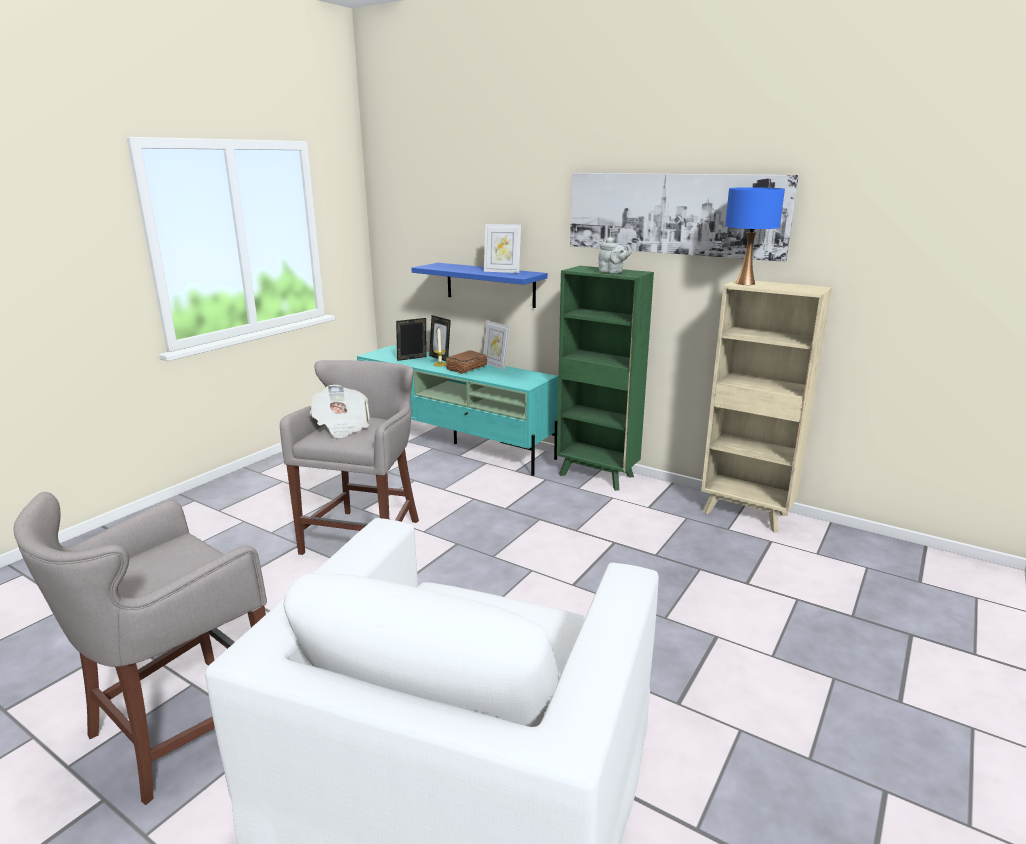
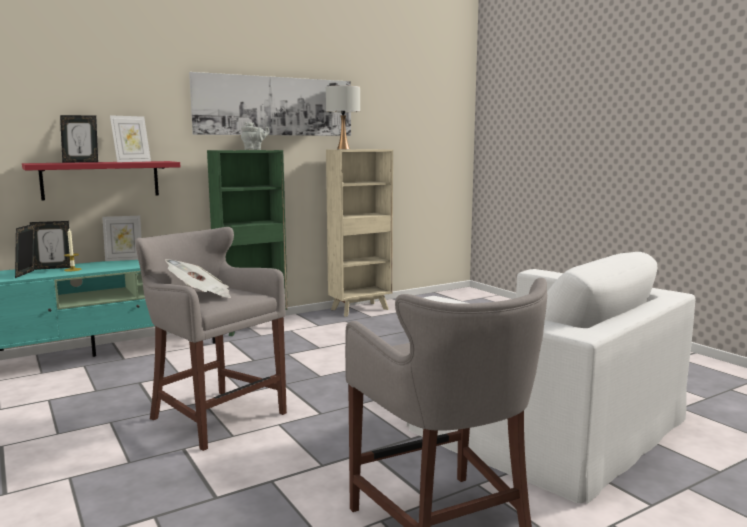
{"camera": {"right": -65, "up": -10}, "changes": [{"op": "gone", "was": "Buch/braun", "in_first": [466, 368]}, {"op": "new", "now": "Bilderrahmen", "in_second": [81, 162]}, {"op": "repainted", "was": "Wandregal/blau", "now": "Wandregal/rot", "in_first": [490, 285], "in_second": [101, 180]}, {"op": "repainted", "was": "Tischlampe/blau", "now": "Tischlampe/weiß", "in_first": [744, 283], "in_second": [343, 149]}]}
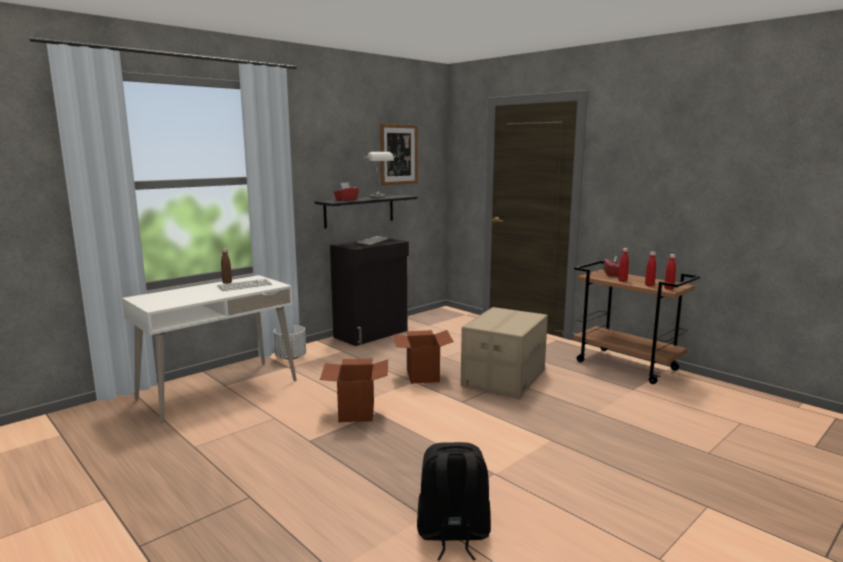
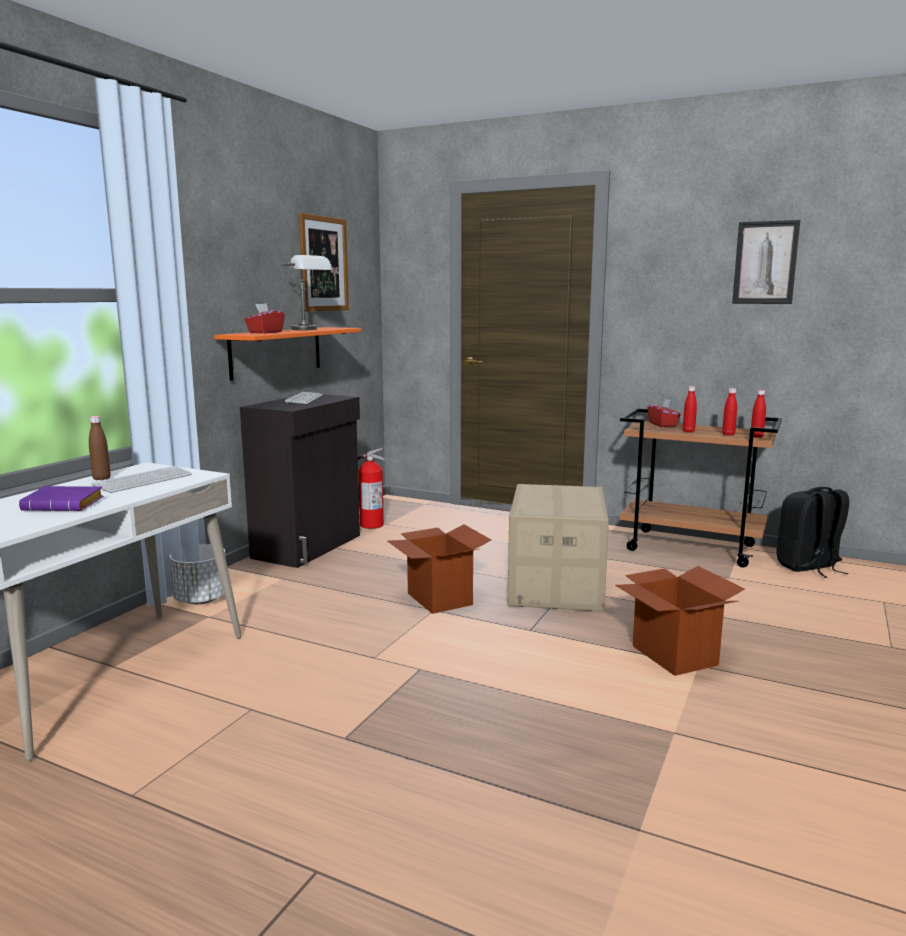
{"camera": {"right": -20, "up": 0}, "changes": [{"op": "new", "now": "Buch/lila", "in_second": [66, 505]}, {"op": "new", "now": "Feuerlöscher", "in_second": [371, 525]}, {"op": "new", "now": "Bild", "in_second": [765, 263]}, {"op": "shifted", "was": "Karton", "in_first": [356, 412], "in_second": [673, 655]}, {"op": "shifted", "was": "Rucksack/schwarz", "in_first": [452, 535], "in_second": [809, 567]}, {"op": "repainted", "was": "Wandregal/schwarz", "now": "Wandregal/orange", "in_first": [359, 211], "in_second": [276, 352]}]}
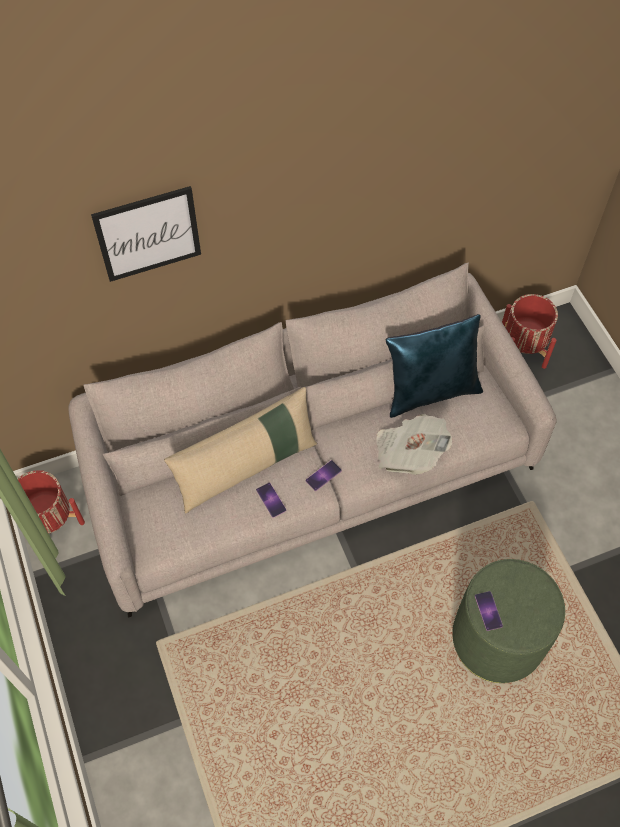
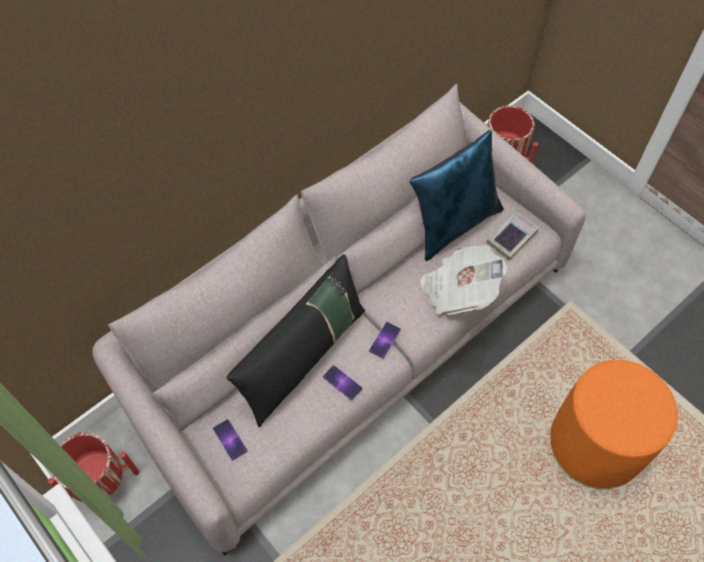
{"camera": {"right": -20, "up": 0}, "changes": [{"op": "gone", "was": "Bild", "in_first": [148, 234]}, {"op": "new", "now": "Buch", "in_second": [511, 237]}, {"op": "shifted", "was": "Handy", "in_first": [488, 611], "in_second": [230, 439]}, {"op": "repainted", "was": "Kissen/beige", "now": "Kissen/schwarz", "in_first": [247, 467], "in_second": [304, 357]}, {"op": "repainted", "was": "Polsterhocker/grün", "now": "Polsterhocker/orange", "in_first": [497, 639], "in_second": [594, 444]}]}
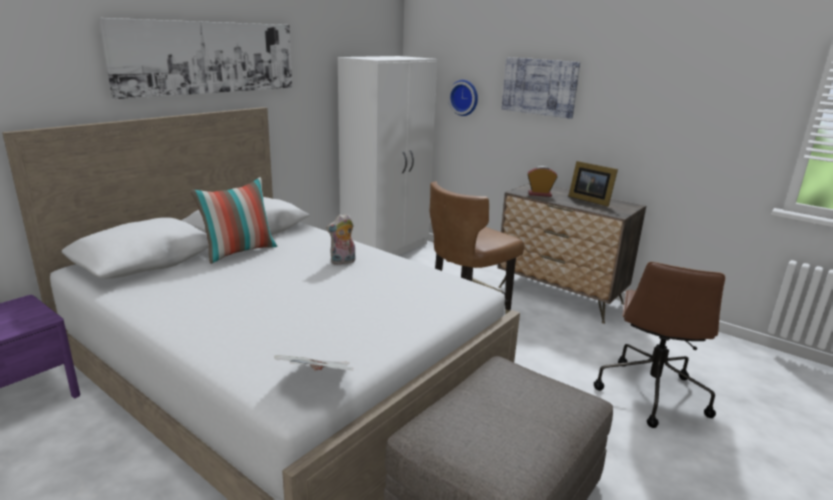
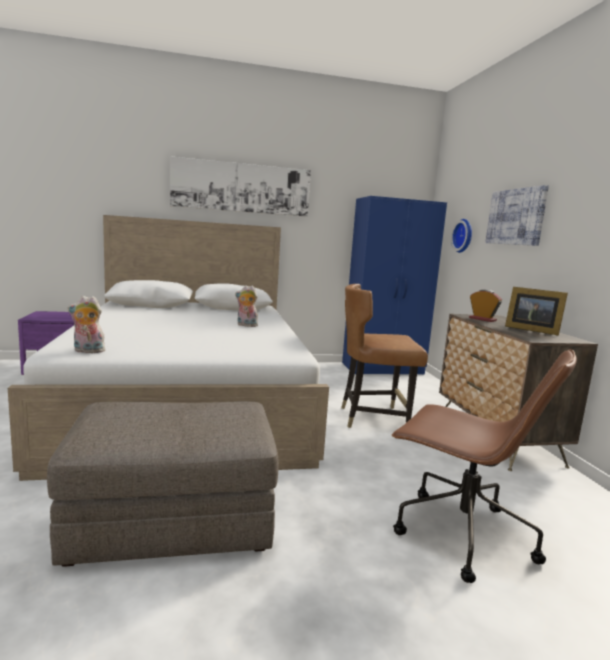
{"camera": {"right": 40, "up": -10}, "changes": [{"op": "gone", "was": "Kissen", "in_first": [239, 252]}, {"op": "swapped", "was": "Zeitung", "now": "Plüschtier", "in_first": [319, 380], "in_second": [87, 351]}, {"op": "repainted", "was": "Kleiderschrank/weiß", "now": "Kleiderschrank/blau", "in_first": [386, 249], "in_second": [383, 368]}, {"op": "rotated", "was": "Bilderrahmen", "in_first": [589, 200], "in_second": [530, 329], "clockwise": -45}, {"op": "rotated", "was": "Bürostuhl/braun", "in_first": [650, 392], "in_second": [460, 534], "clockwise": -120}]}
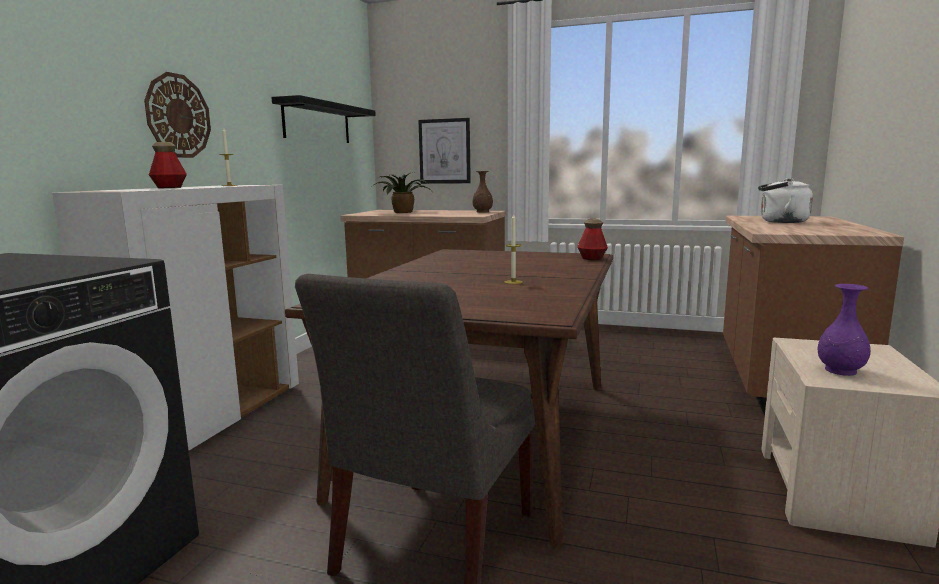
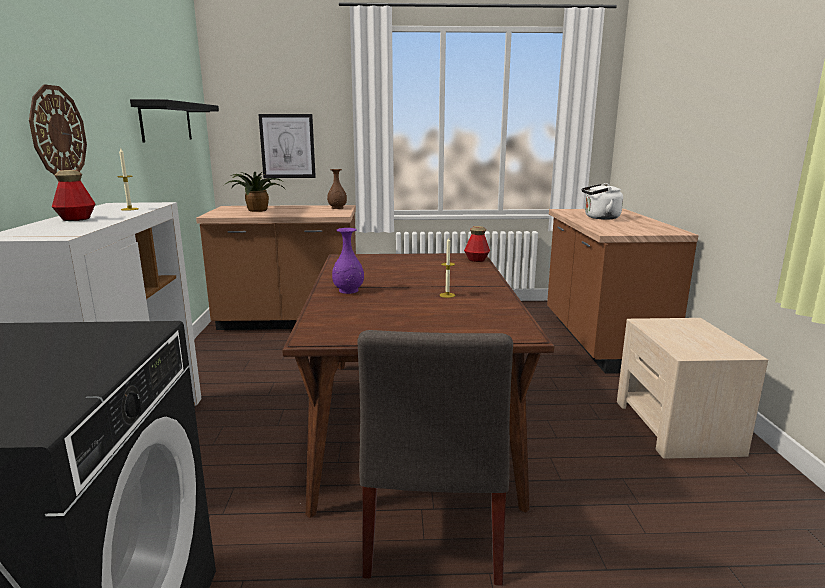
{"camera": {"right": -20, "up": 5}, "changes": [{"op": "shifted", "was": "Vase/lila", "in_first": [839, 370], "in_second": [348, 290]}]}
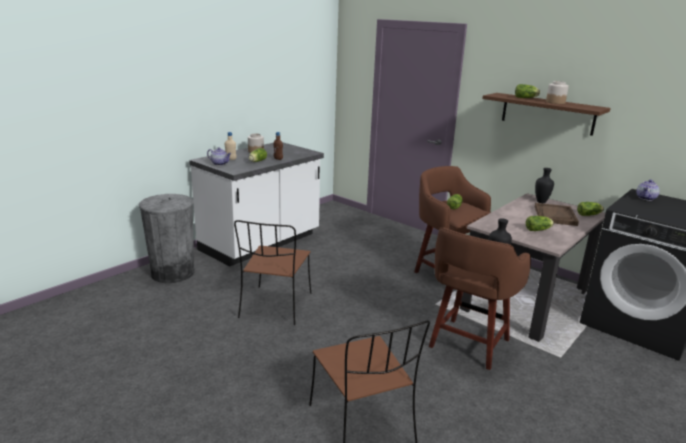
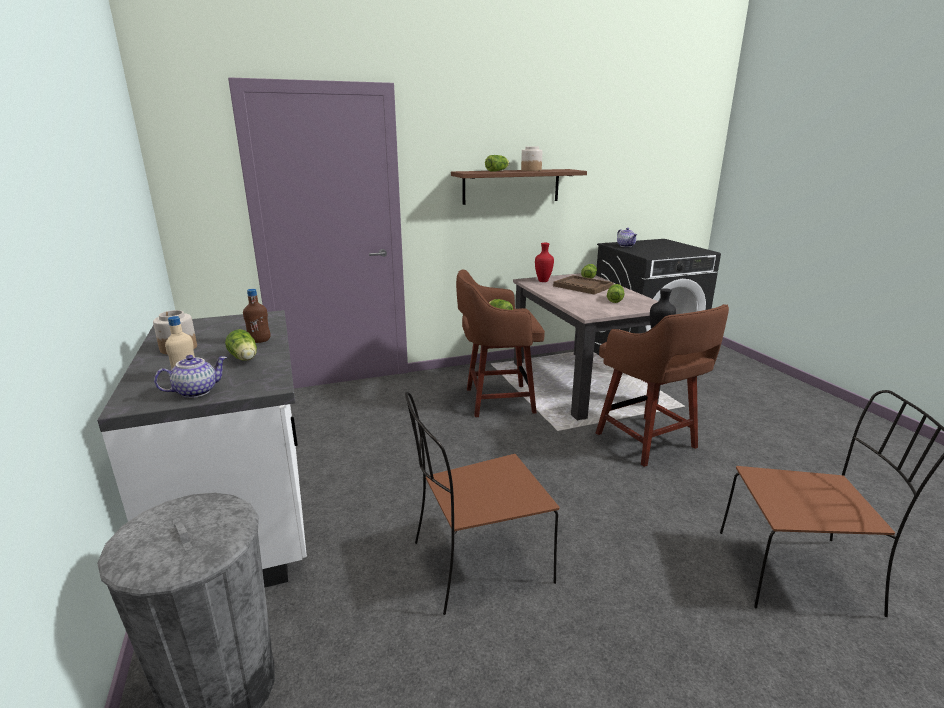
{"camera": {"right": -60, "up": 0}, "changes": [{"op": "repainted", "was": "Vase/schwarz", "now": "Vase/rot", "in_first": [540, 202], "in_second": [542, 281]}, {"op": "rotated", "was": "Stuhl/braun", "in_first": [275, 306], "in_second": [478, 563], "clockwise": 120}]}
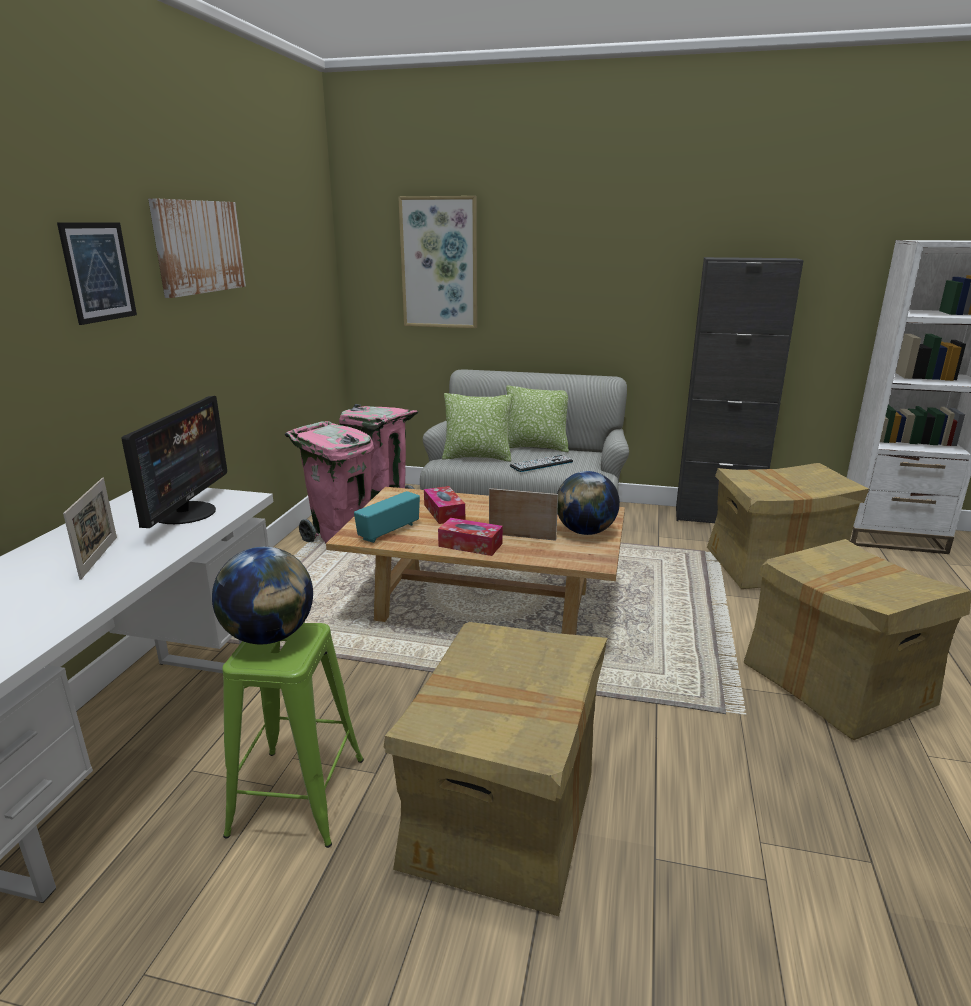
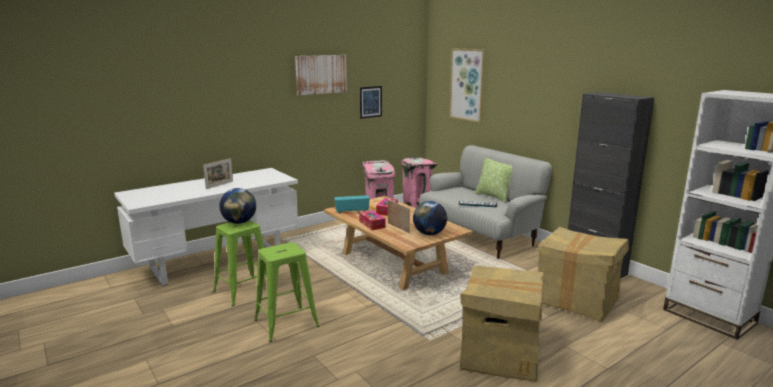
{"camera": {"right": 40, "up": -5}, "changes": [{"op": "gone", "was": "Monitor", "in_first": [186, 512]}, {"op": "gone", "was": "Kissen", "in_first": [477, 457]}, {"op": "shifted", "was": "Bild", "in_first": [98, 272], "in_second": [370, 102]}, {"op": "swapped", "was": "Karton", "now": "Hocker/grün", "in_first": [502, 821], "in_second": [286, 323]}]}
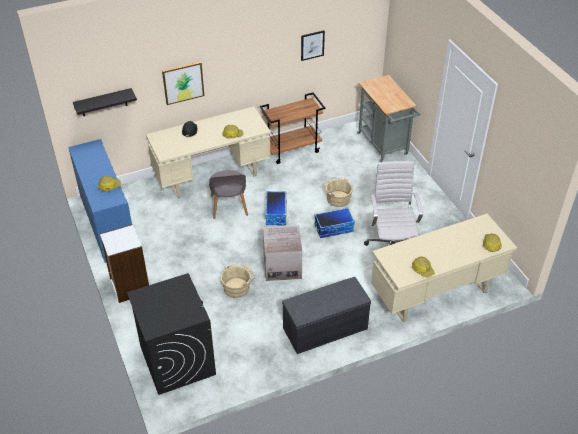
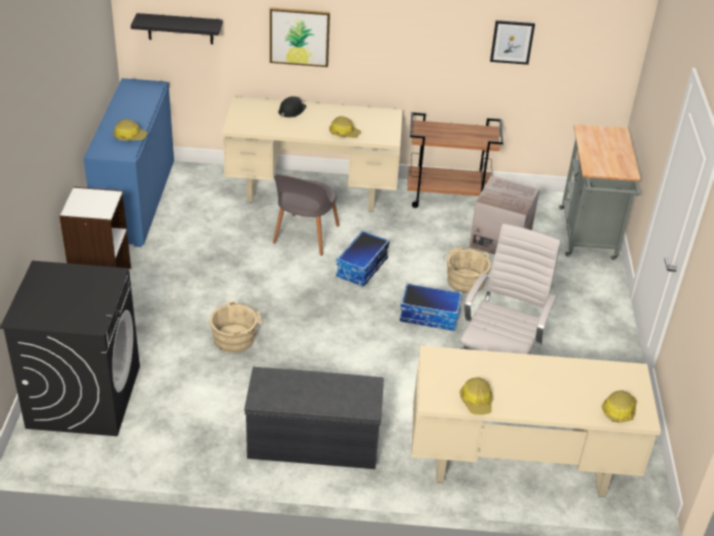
{"camera": {"right": 25, "up": -5}, "changes": [{"op": "shifted", "was": "Karton", "in_first": [282, 266], "in_second": [500, 240]}]}
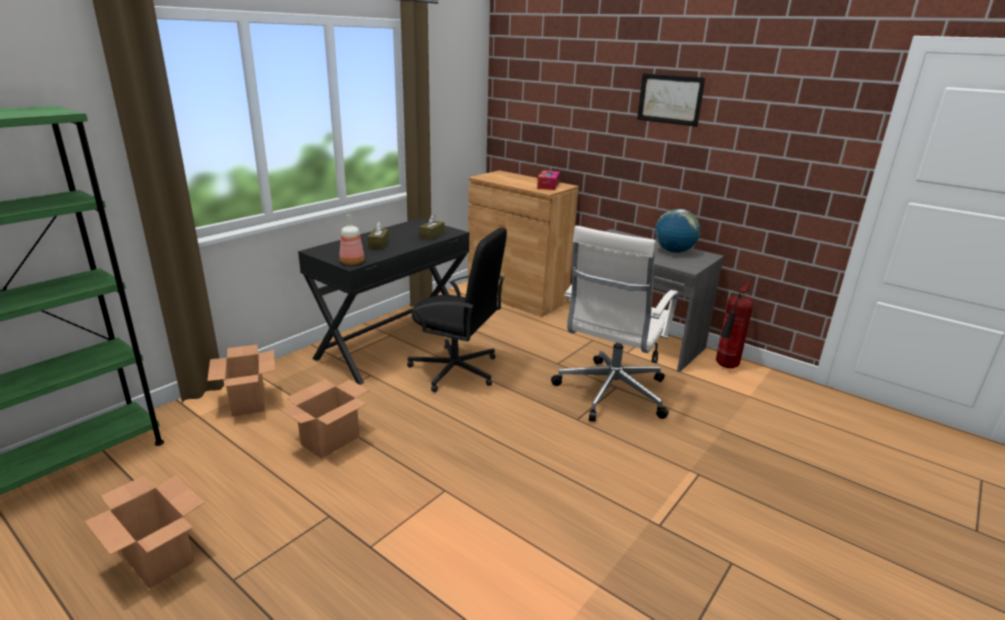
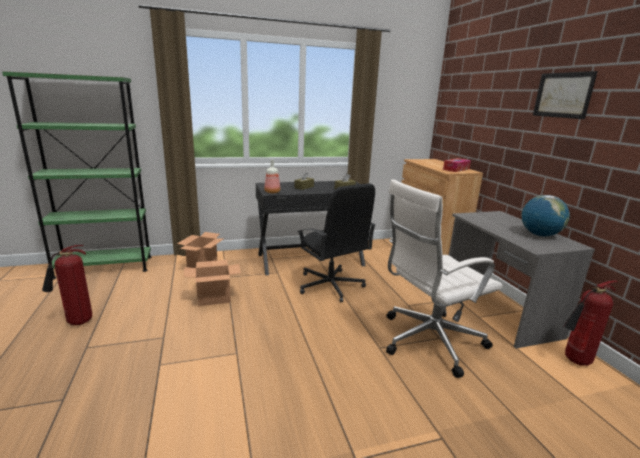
{"camera": {"right": 35, "up": -5}, "changes": [{"op": "swapped", "was": "Karton", "now": "Feuerlöscher", "in_first": [159, 559], "in_second": [76, 322]}]}
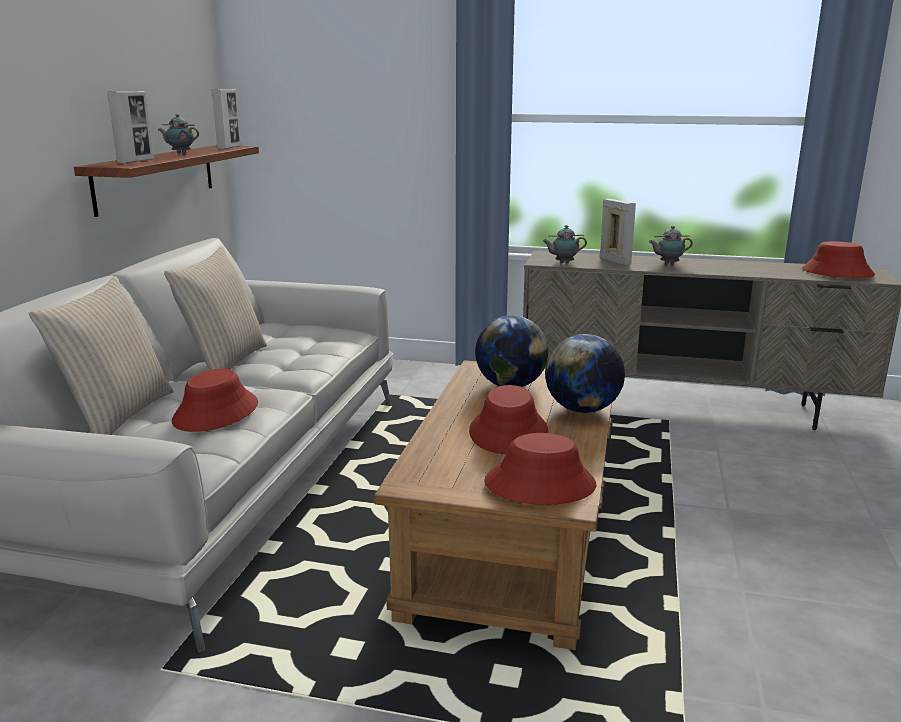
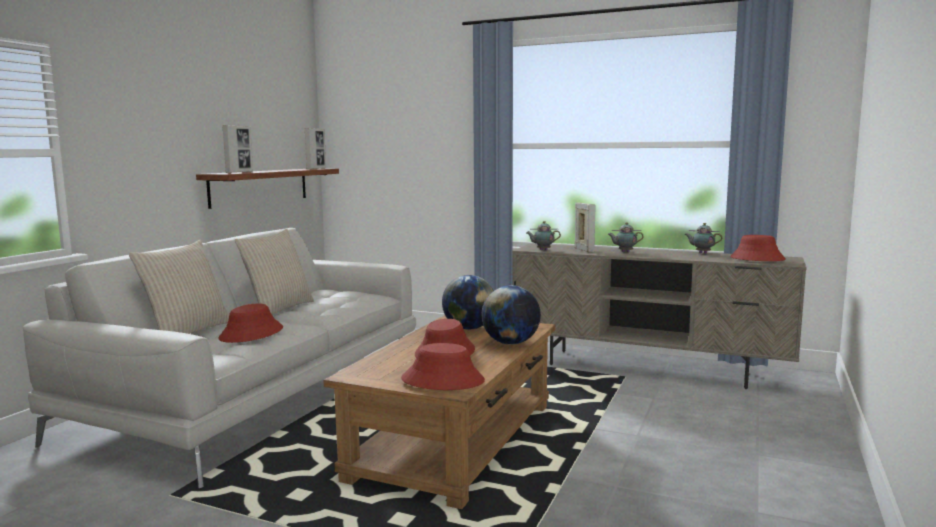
{"camera": {"right": 10, "up": -10}, "changes": [{"op": "shifted", "was": "Teekanne", "in_first": [180, 153], "in_second": [701, 253]}]}
